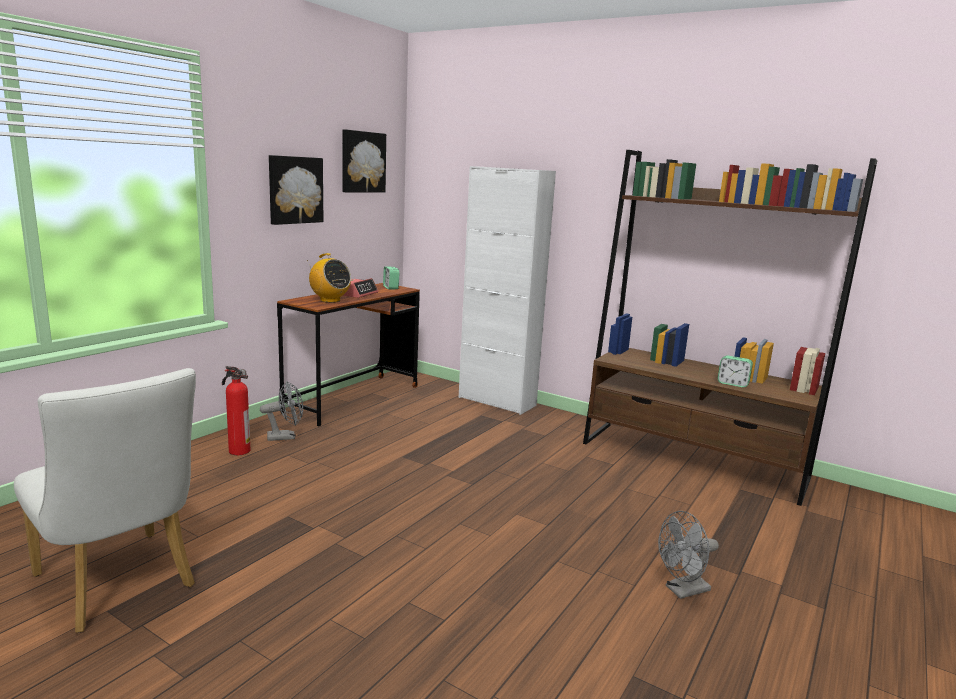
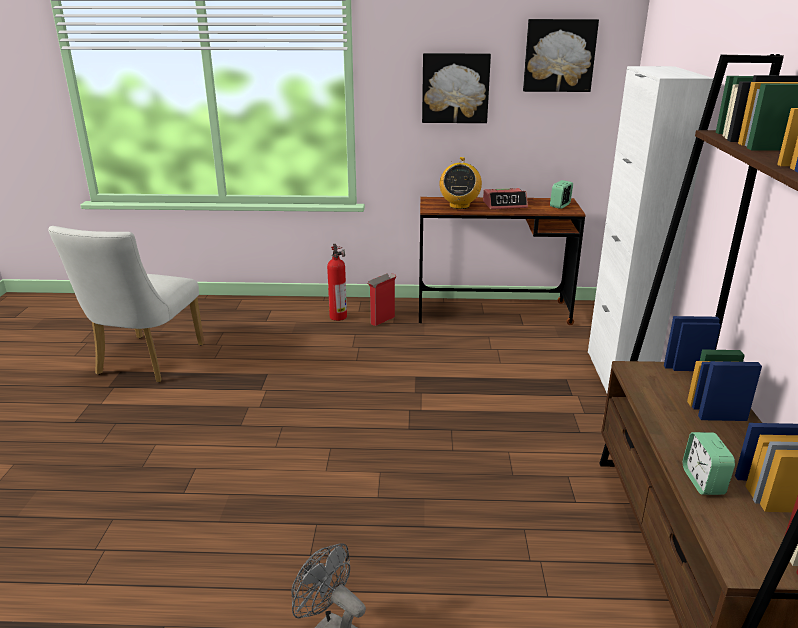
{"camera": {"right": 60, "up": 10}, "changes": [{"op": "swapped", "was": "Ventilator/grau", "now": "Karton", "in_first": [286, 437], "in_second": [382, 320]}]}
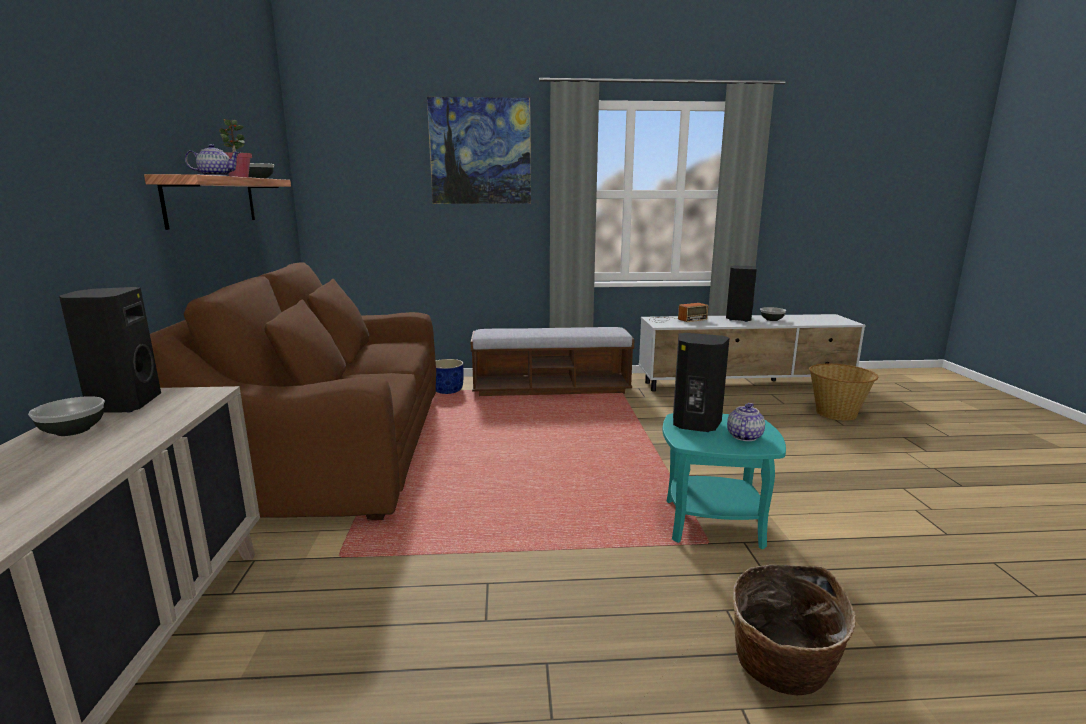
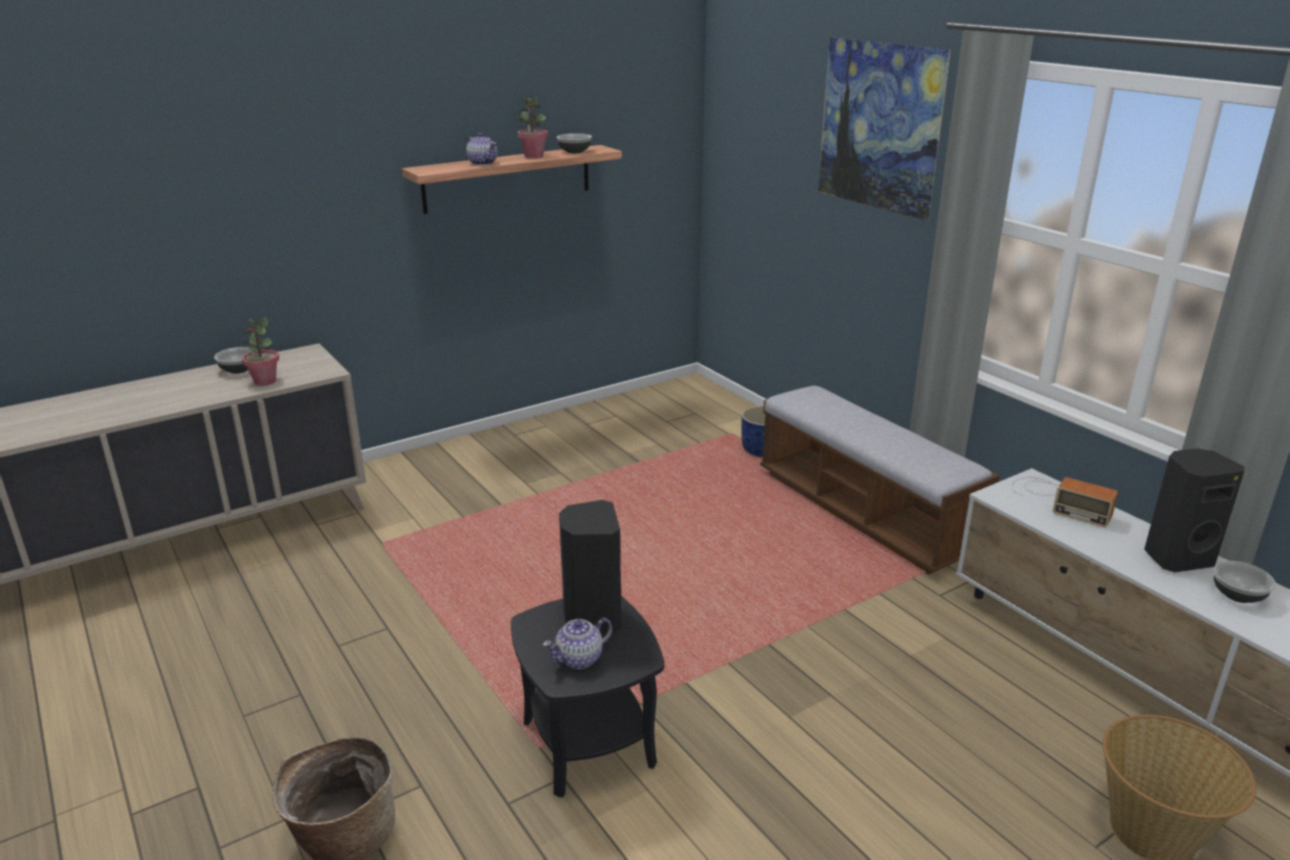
{"camera": {"right": 60, "up": 10}, "changes": [{"op": "gone", "was": "Lautsprecher/schwarz", "in_first": [123, 405]}, {"op": "gone", "was": "Sofa/braun", "in_first": [335, 451]}, {"op": "new", "now": "Topfpflanze", "in_second": [264, 381]}, {"op": "repainted", "was": "Beistelltisch/türkis", "now": "Beistelltisch/schwarz", "in_first": [713, 523], "in_second": [589, 744]}, {"op": "rotated", "was": "Teekanne", "in_first": [744, 436], "in_second": [580, 659], "clockwise": 150}]}
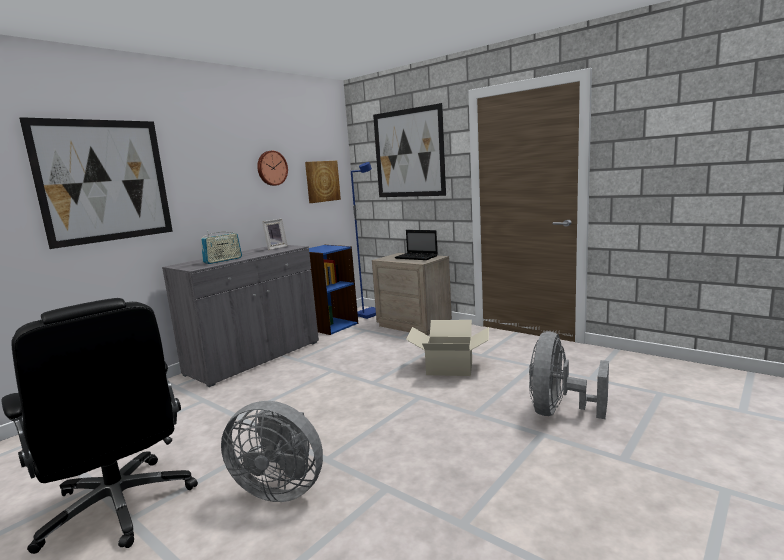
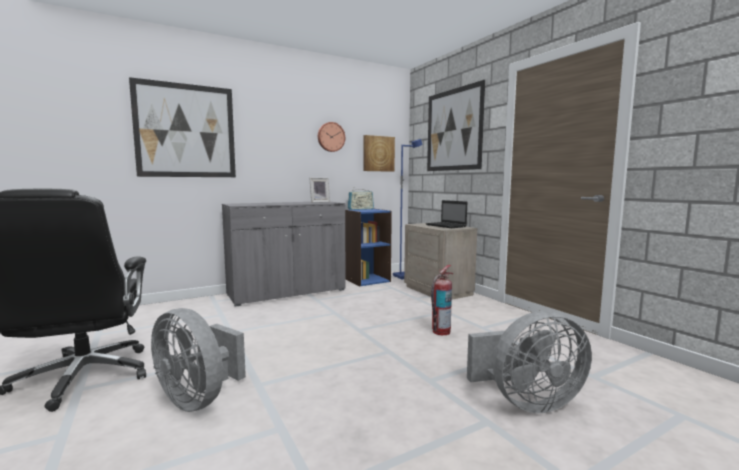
{"camera": {"right": 20, "up": -5}, "changes": [{"op": "shifted", "was": "Radio", "in_first": [223, 260], "in_second": [360, 209]}, {"op": "swapped", "was": "Karton", "now": "Feuerlöscher", "in_first": [449, 367], "in_second": [440, 332]}, {"op": "rotated", "was": "Ventilator/grau", "in_first": [559, 411], "in_second": [527, 402], "clockwise": -150}]}
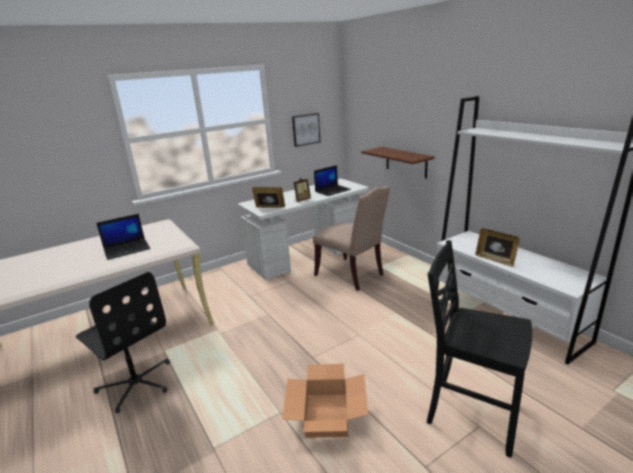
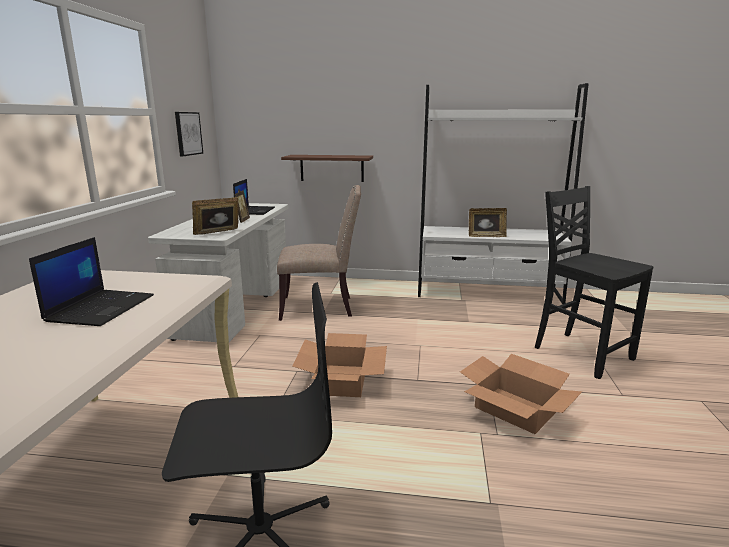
{"camera": {"right": -50, "up": -5}, "changes": [{"op": "new", "now": "Karton", "in_second": [342, 380]}, {"op": "rotated", "was": "Stuhl/schwarz", "in_first": [470, 414], "in_second": [580, 353], "clockwise": 75}]}
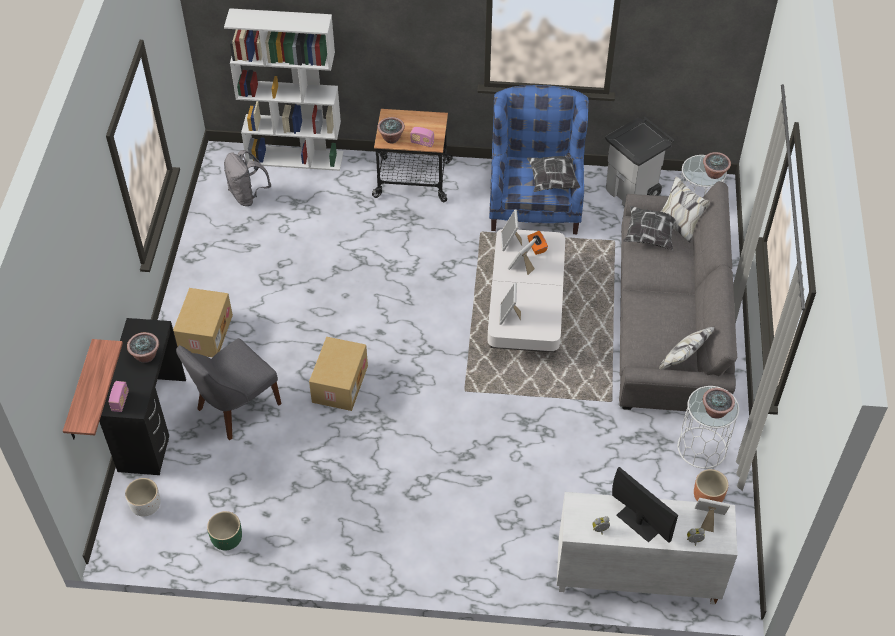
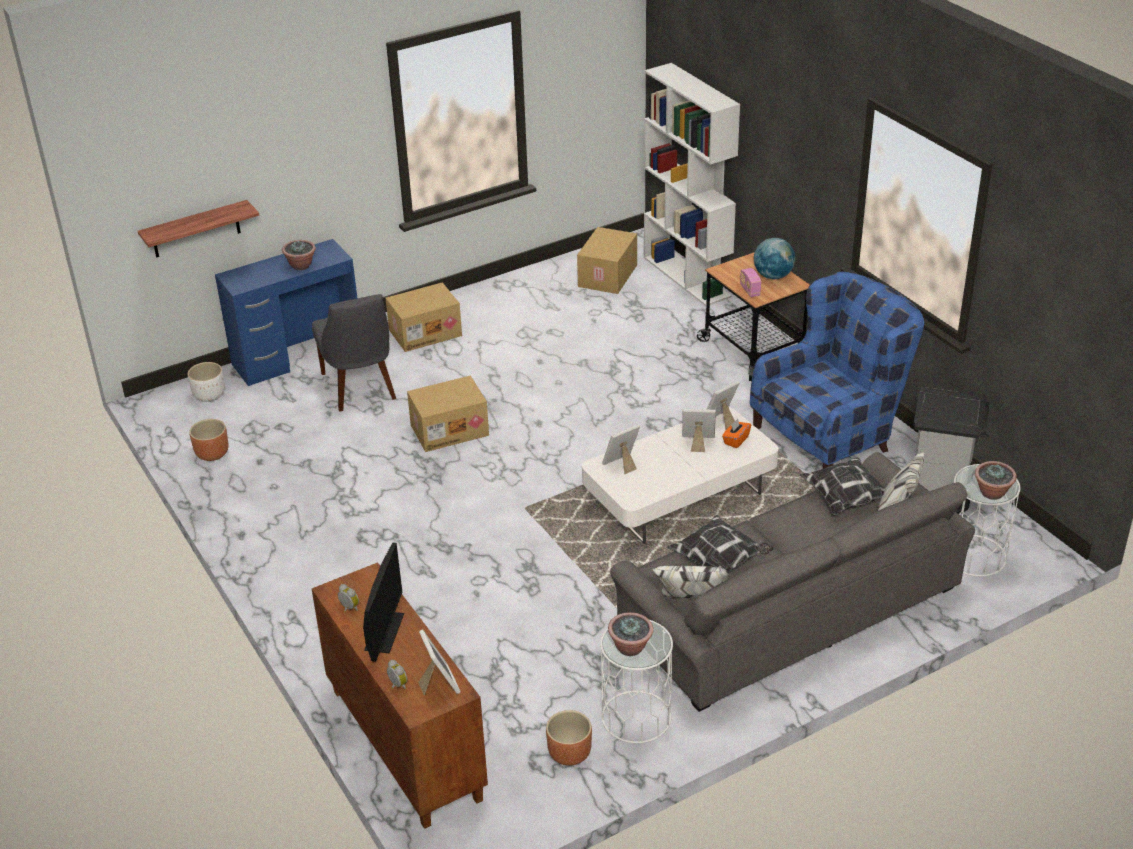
{"camera": {"right": 55, "up": -15}, "changes": [{"op": "gone", "was": "Radio", "in_first": [120, 401]}, {"op": "gone", "was": "Topfpflanze", "in_first": [391, 138]}, {"op": "new", "now": "Globus", "in_second": [773, 276]}, {"op": "shifted", "was": "Kissen", "in_first": [554, 180], "in_second": [720, 561]}, {"op": "swapped", "was": "Rucksack/grau", "now": "Karton", "in_first": [248, 195], "in_second": [608, 276]}, {"op": "repainted", "was": "Schreibtisch/schwarz", "now": "Schreibtisch/blau", "in_first": [152, 424], "in_second": [298, 356]}, {"op": "repainted", "was": "Pflanzkübel/grün", "now": "Pflanzkübel/braun", "in_first": [227, 539], "in_second": [213, 454]}, {"op": "repainted", "was": "Schrank/weiß", "now": "Schrank/braun", "in_first": [636, 577], "in_second": [404, 744]}, {"op": "rotated", "was": "Stuhl/grau", "in_first": [235, 408], "in_second": [360, 388], "clockwise": -120}]}
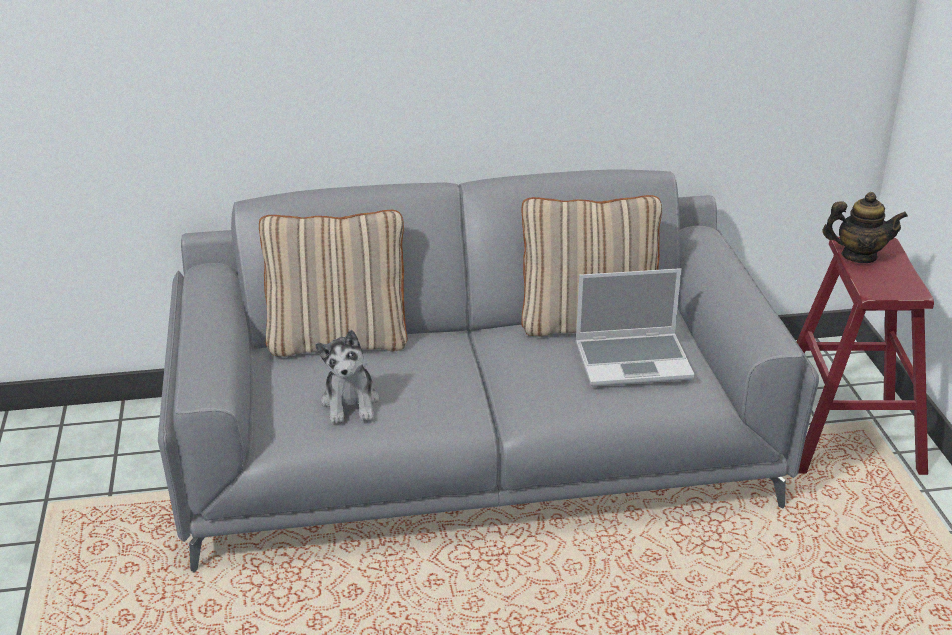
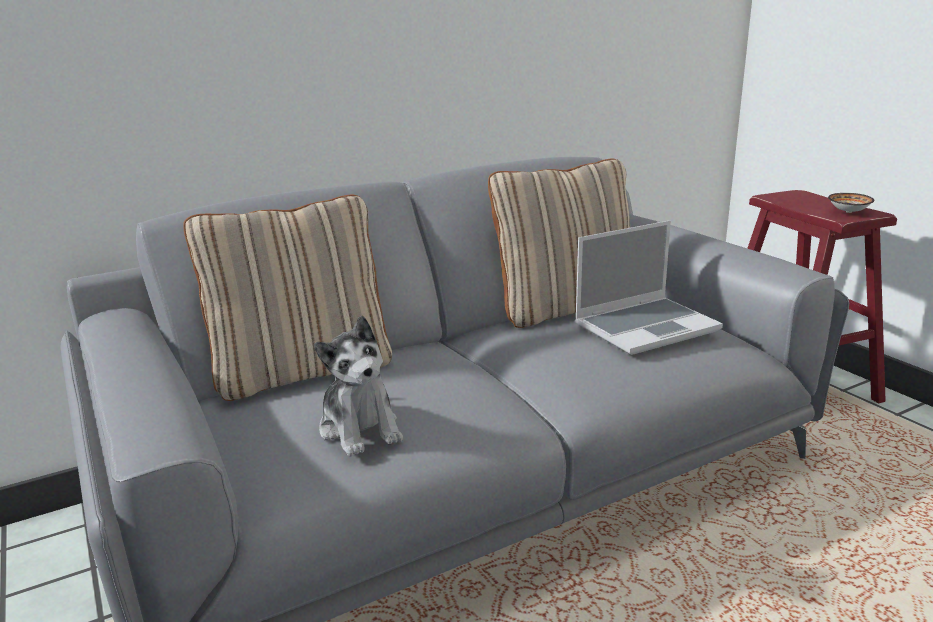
{"camera": {"right": -20, "up": -10}, "changes": [{"op": "gone", "was": "Teekanne", "in_first": [858, 256]}, {"op": "new", "now": "Schüssel", "in_second": [849, 212]}]}
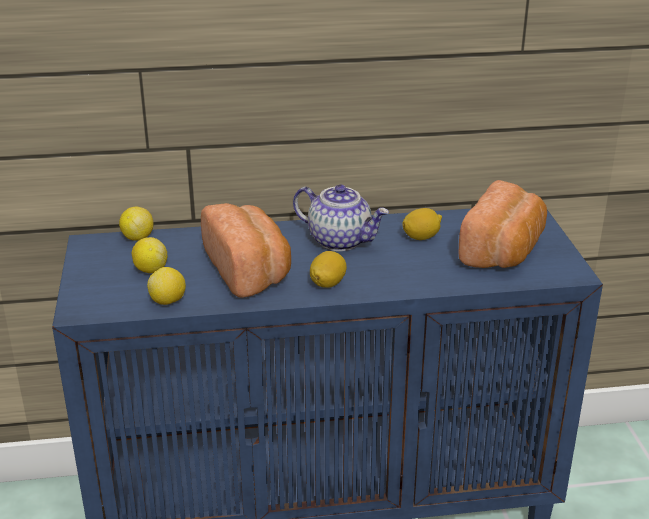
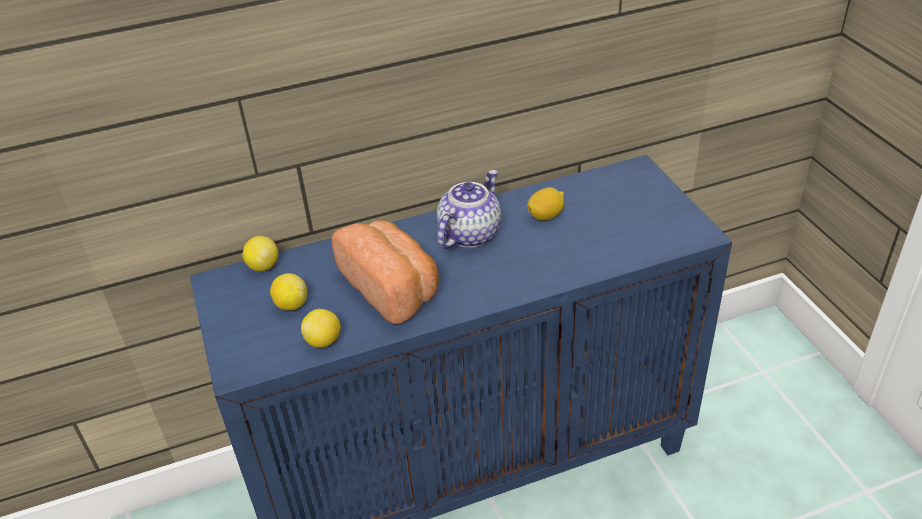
{"camera": {"right": -10, "up": 10}, "changes": [{"op": "gone", "was": "Zitrone", "in_first": [328, 283]}, {"op": "gone", "was": "Brot", "in_first": [504, 251]}, {"op": "rotated", "was": "Teekanne", "in_first": [340, 240], "in_second": [469, 234], "clockwise": -75}]}
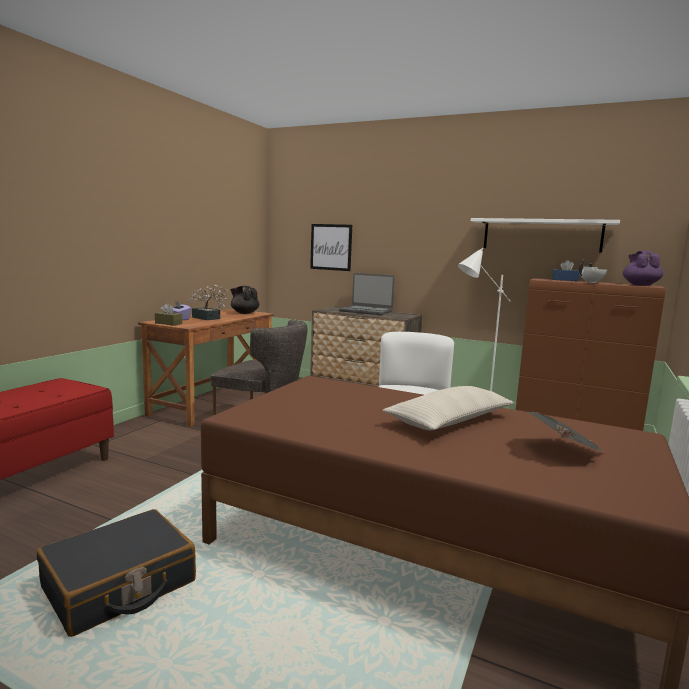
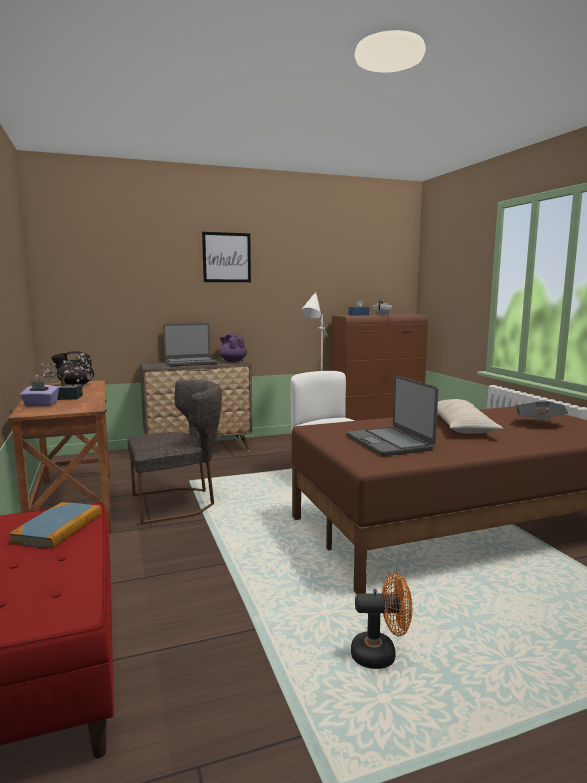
{"camera": {"right": -45, "up": 0}, "changes": [{"op": "gone", "was": "Taschentuchbox/braun", "in_first": [168, 323]}, {"op": "gone", "was": "Wandregal/weiß", "in_first": [541, 235]}, {"op": "new", "now": "Buch", "in_second": [58, 528]}, {"op": "new", "now": "Laptop", "in_second": [389, 442]}, {"op": "shifted", "was": "Bild", "in_first": [331, 247], "in_second": [226, 257]}, {"op": "shifted", "was": "Teekanne/lila", "in_first": [640, 285], "in_second": [233, 361]}, {"op": "swapped", "was": "Koffer/schwarz", "now": "Ventilator/orange", "in_first": [119, 585], "in_second": [381, 654]}]}
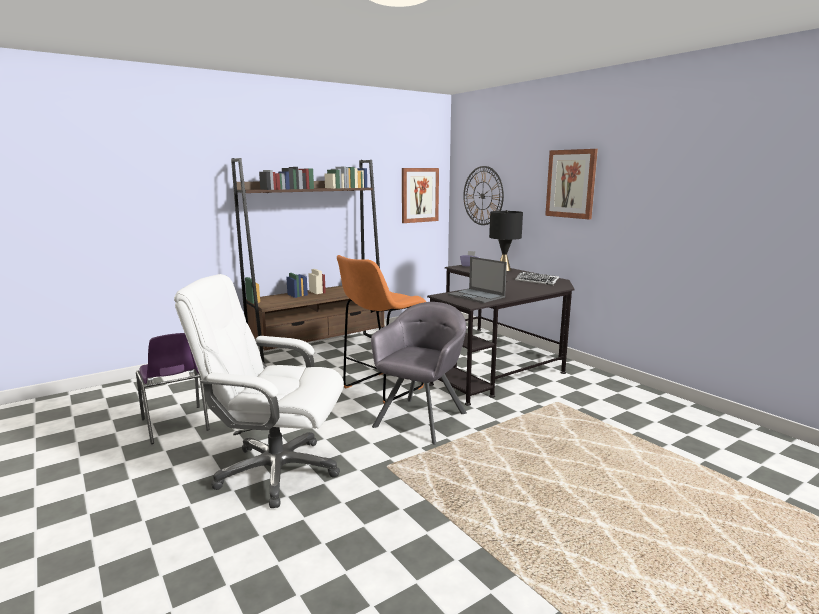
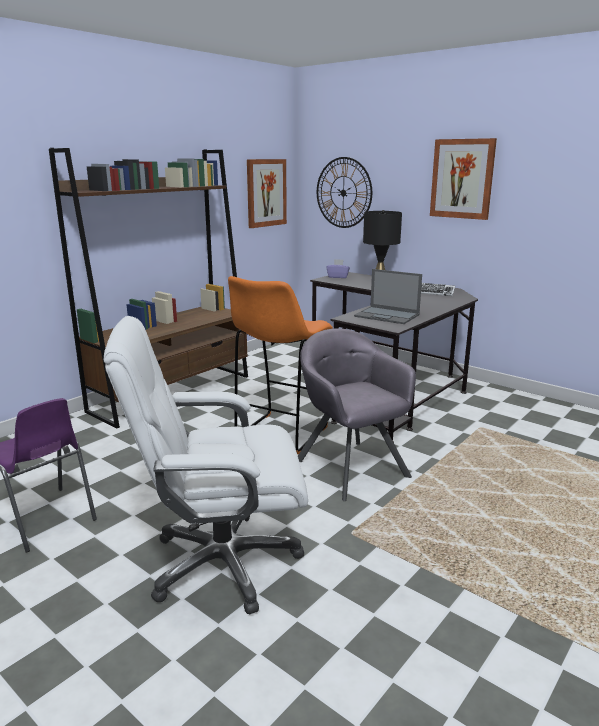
{"camera": {"right": -15, "up": 5}, "changes": [{"op": "rotated", "was": "Sessel/grau", "in_first": [421, 419], "in_second": [351, 467], "clockwise": -45}]}
